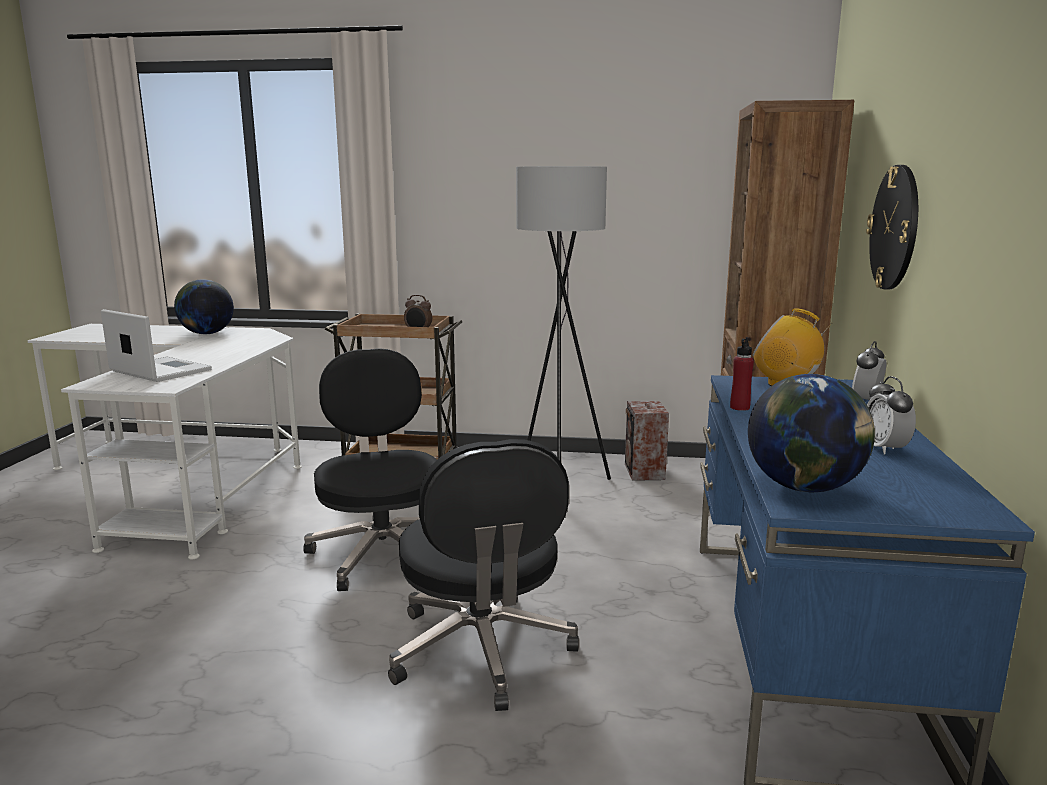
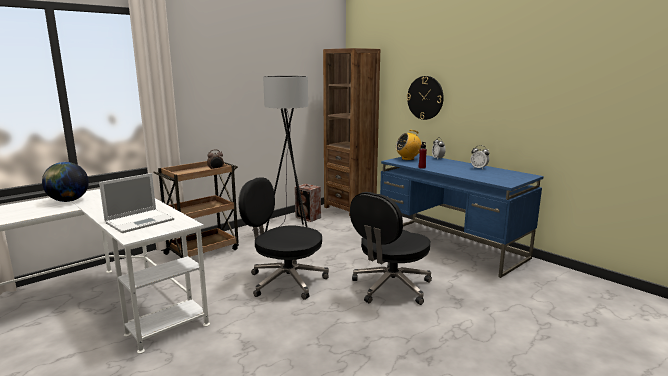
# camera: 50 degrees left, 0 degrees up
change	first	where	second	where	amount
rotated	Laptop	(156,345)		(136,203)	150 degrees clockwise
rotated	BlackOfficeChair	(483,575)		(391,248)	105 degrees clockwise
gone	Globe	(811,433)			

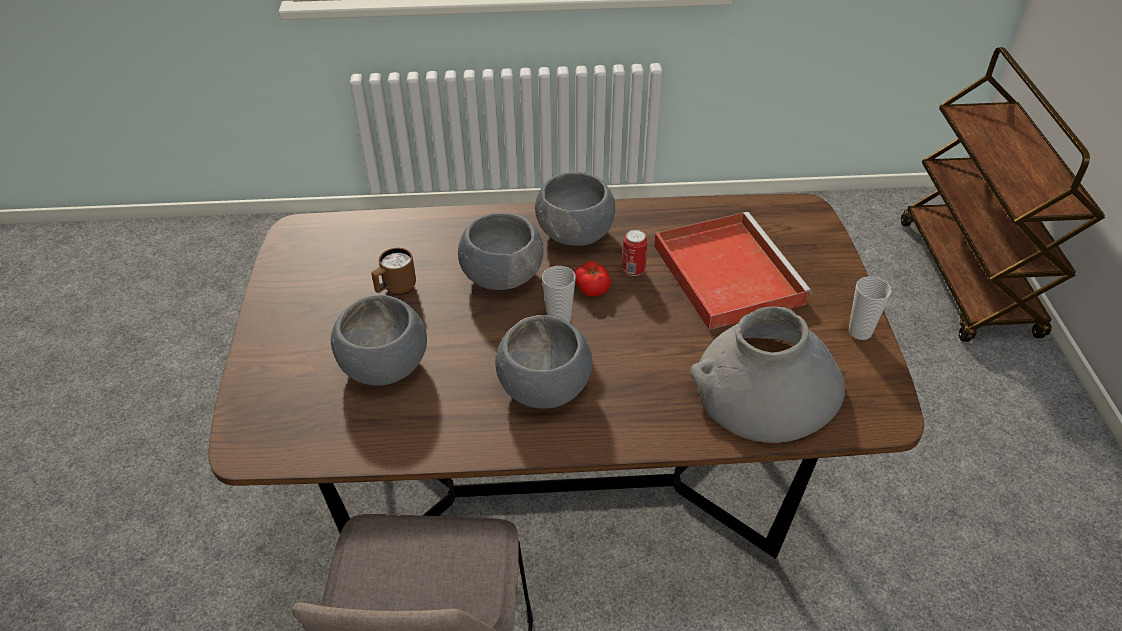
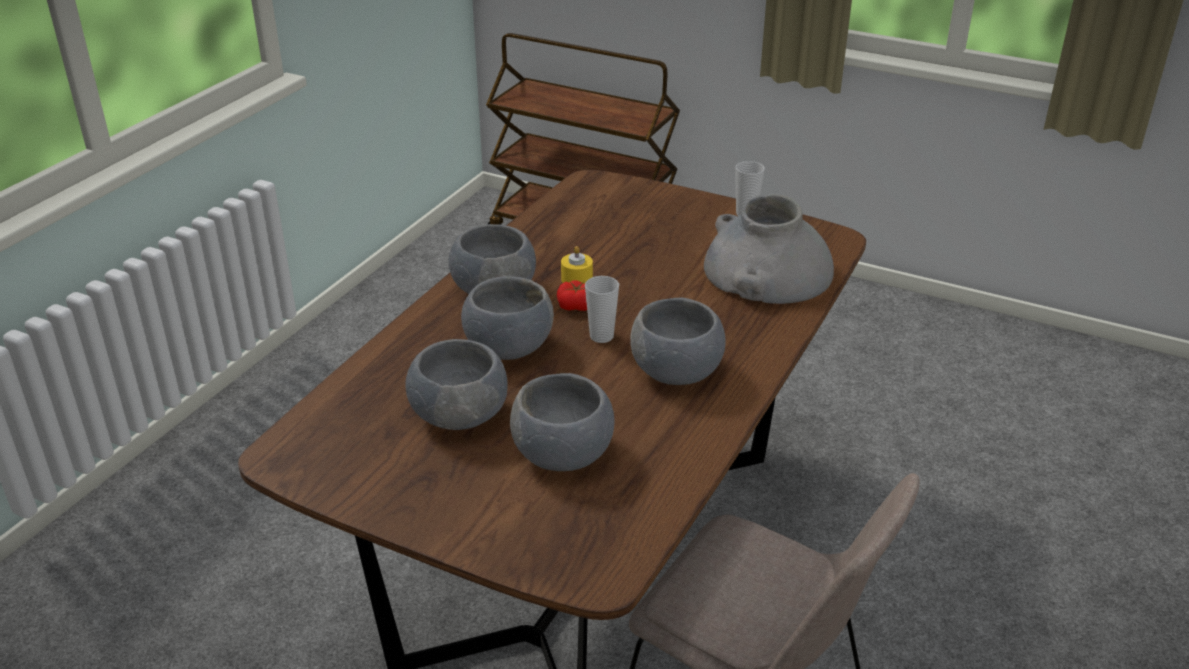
# camera: 60 degrees left, 10 degrees down
change	first	where	second	where	amount
swapped	BrownMug	(393,271)	GreyBowl	(456,384)	
swapped	Can	(635,252)	YellowCandle	(577,265)	
gone	RedTray	(733,271)			

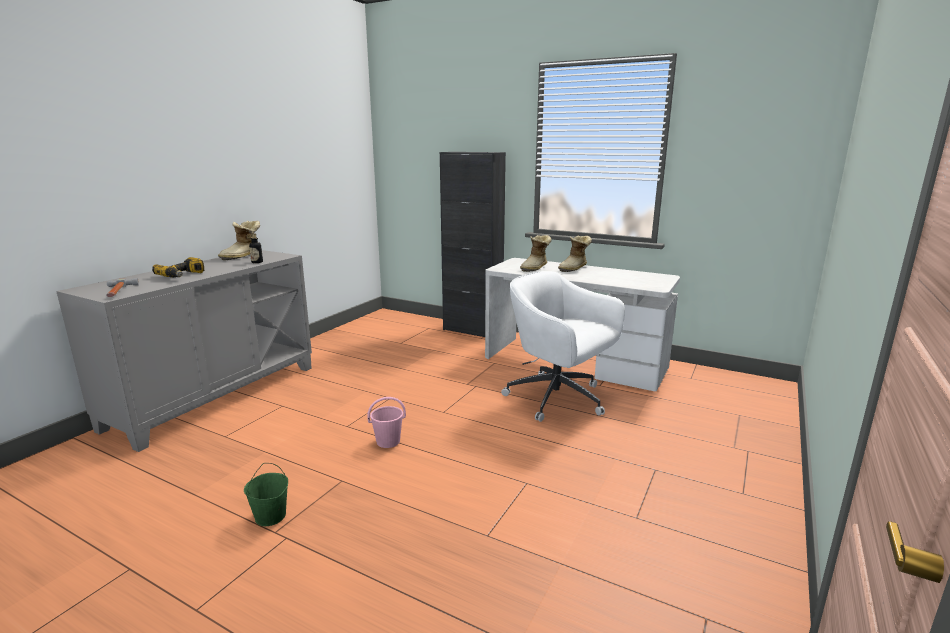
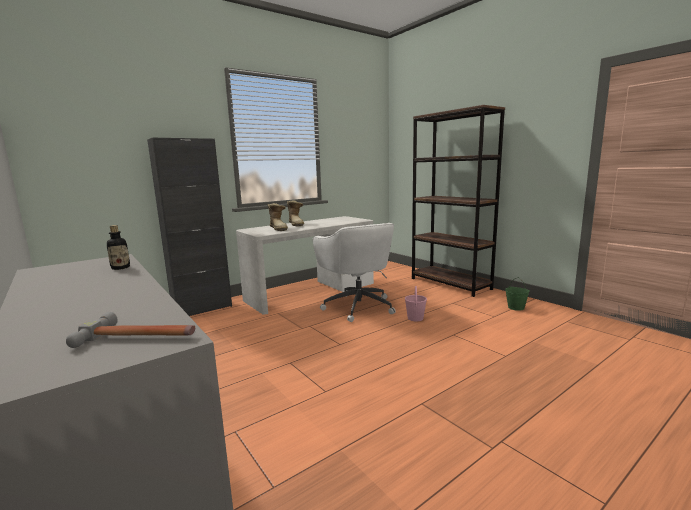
# camera: 65 degrees left, 5 degrees down
change	first	where	second	where	amount
rotated	WhiteOfficeChair	(563,346)		(354,272)	90 degrees counterclockwise
shifted	PinkBucket	(386,422)		(416,303)	
new			BrownBookcase	(458,201)	
shifted	GreenBucket	(266,494)		(517,294)	
gone	PowerDrill	(178,267)			
gone	Boot	(239,240)			

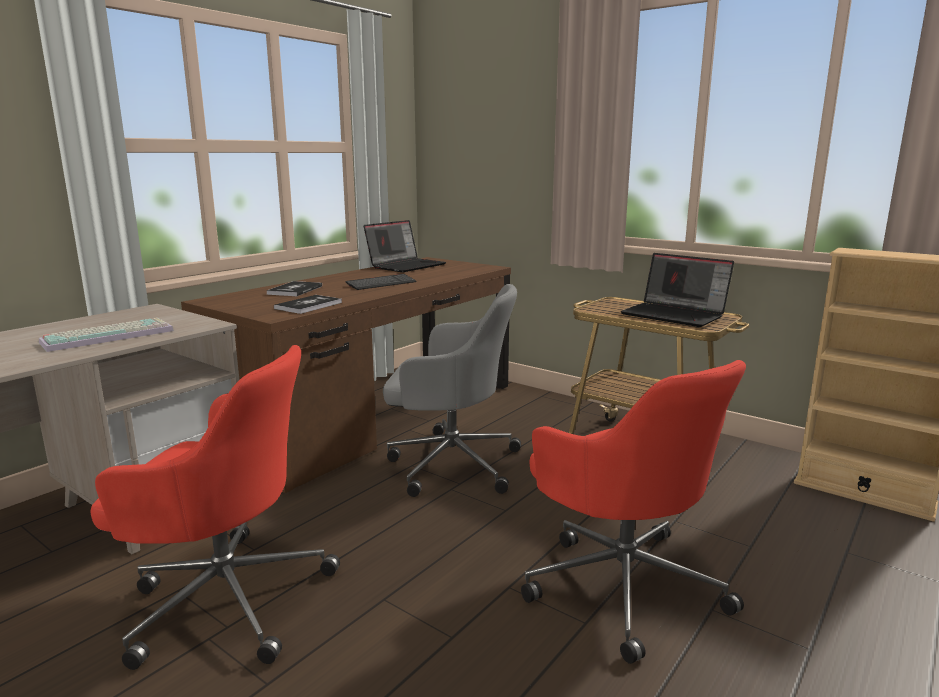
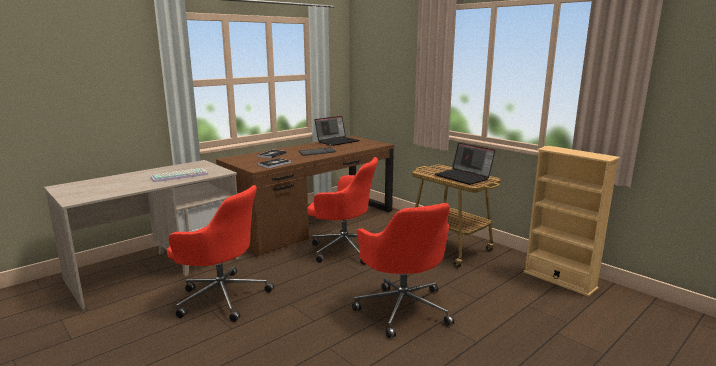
# camera: 10 degrees right, 0 degrees up
change	first	where	second	where	amount
repainted	GreyOfficeChair	(452,390)	RedOfficeChair	(342,211)	

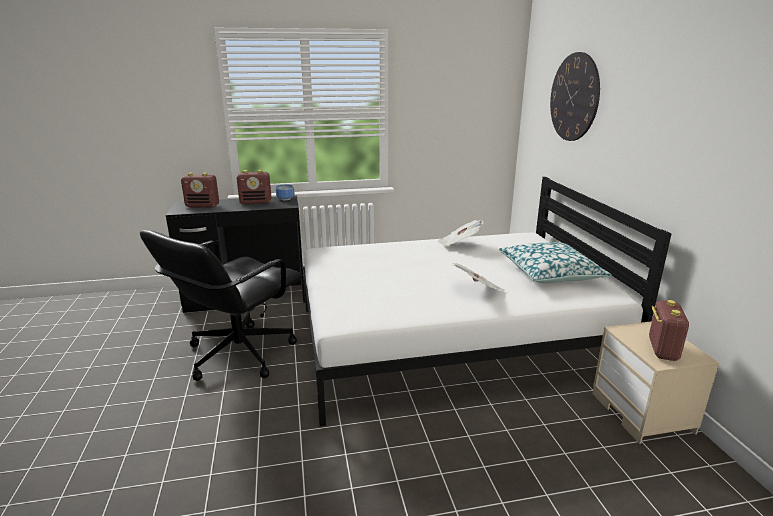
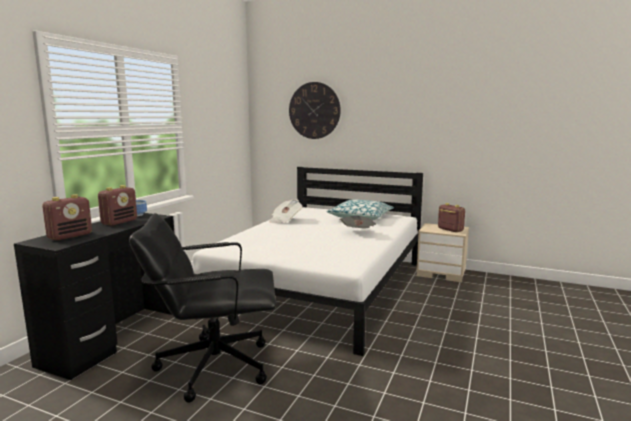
# camera: 55 degrees left, 10 degrees down
change	first	where	second	where	amount
rotated	BlackOfficeChair	(221,305)		(202,308)	105 degrees clockwise

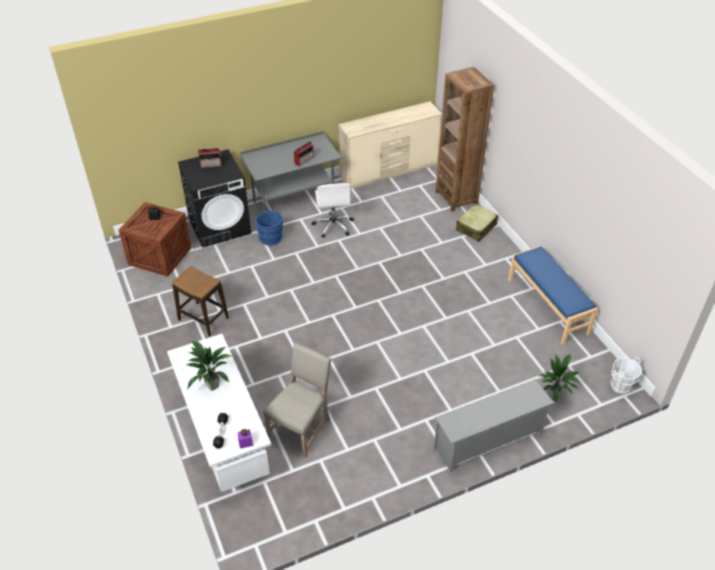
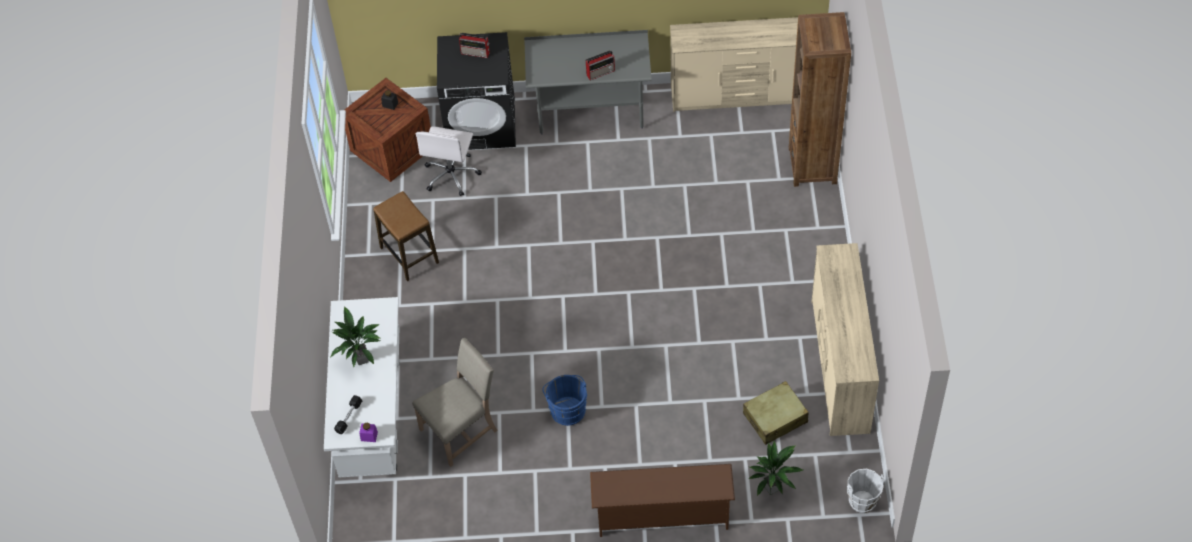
# camera: 25 degrees right, 10 degrees up
change	first	where	second	where	amount
shifted	WhiteOfficeChair	(332,210)		(449,161)	
shifted	BlueBucket	(267,228)		(564,400)	
repainted	GreyShoeRack	(494,425)	BrownShoeRack	(662,500)	
shifted	BeigeSuitcase	(477,223)		(776,413)	
swapped	BlueBench	(553,295)	BeigeDresser	(845,339)	

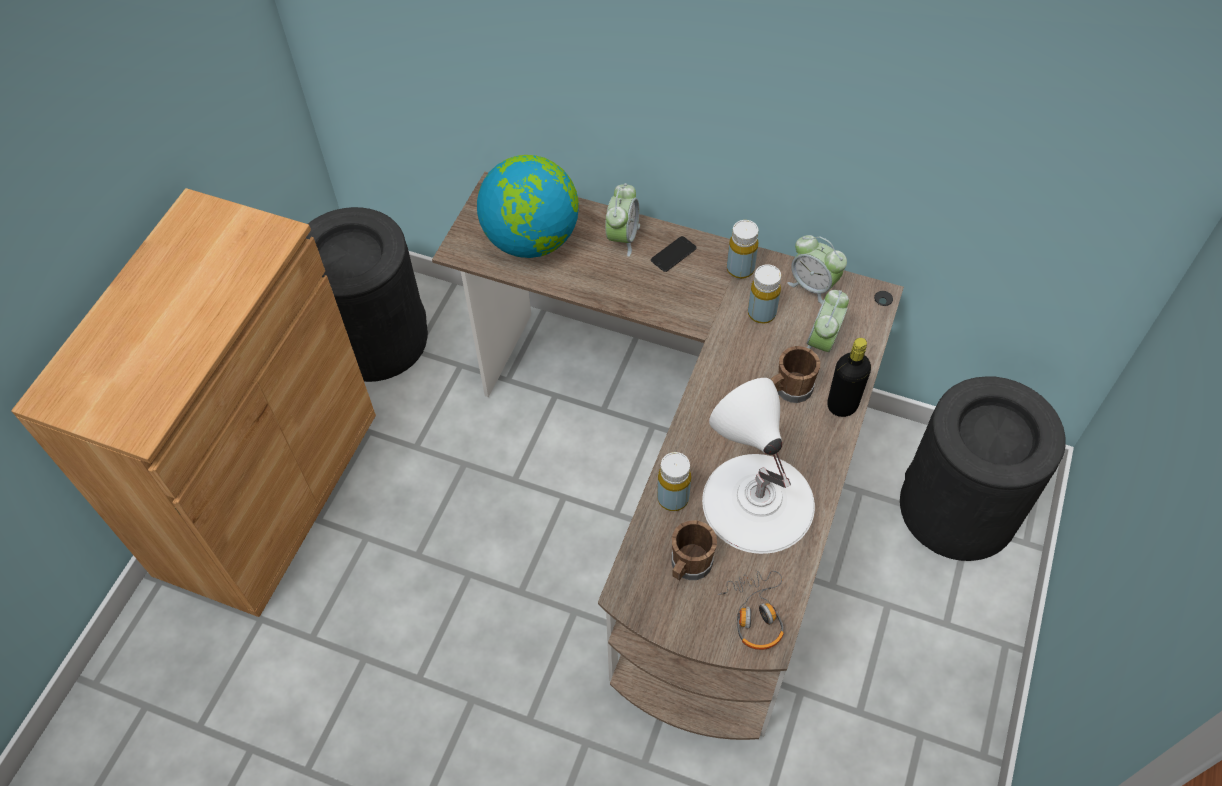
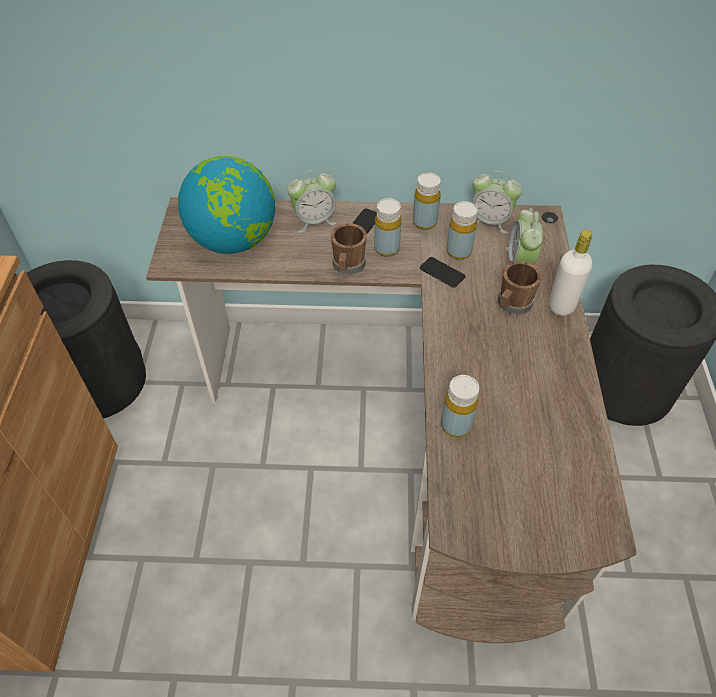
# camera: 20 degrees left, 5 degrees down
change	first	where	second	where	amount
rotated	AlarmClock	(622,220)		(312,201)	75 degrees clockwise
shifted	BrownMug	(694,550)		(349,249)	
new			YellowBottle	(388,227)	
new			Phone	(443,272)	
repainted	BlackBottle	(849,377)	WhiteBottle	(570,273)	
gone	WhiteTableLamp	(758,466)			
gone	Headphones	(751,610)			

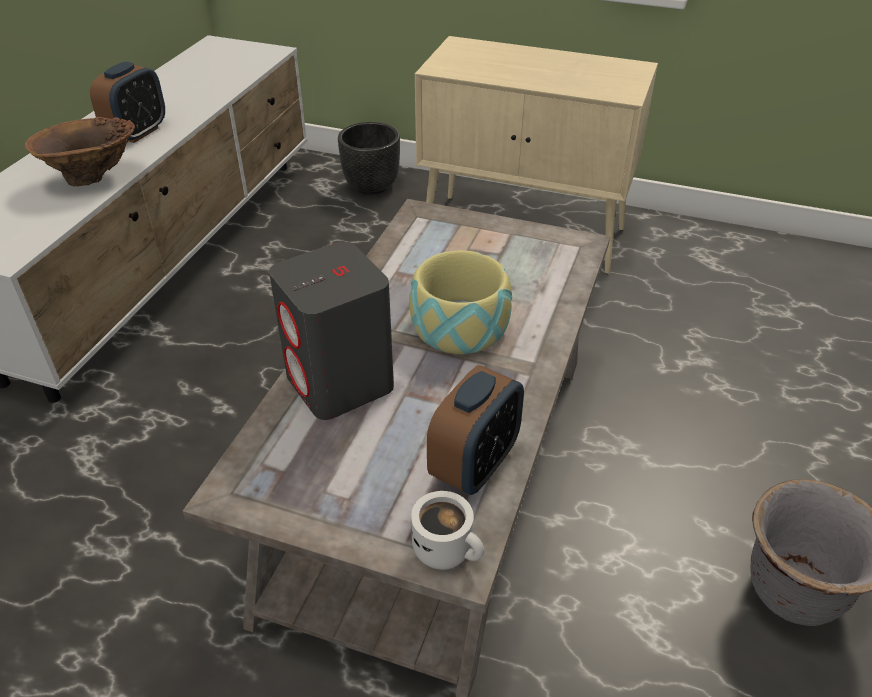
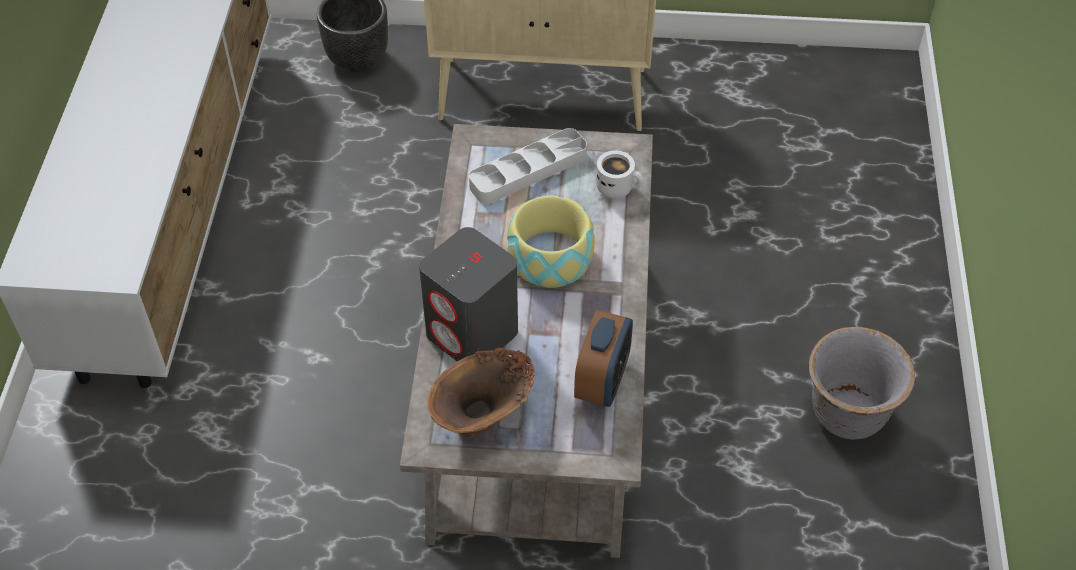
# camera: 15 degrees left, 10 degrees up
change	first	where	second	where	amount
shifted	BrownVase	(80,151)		(481,393)	
new			GreyTray	(528,166)	
shifted	WhiteMug	(447,530)		(620,174)	
gone	AlarmClock	(127,102)			

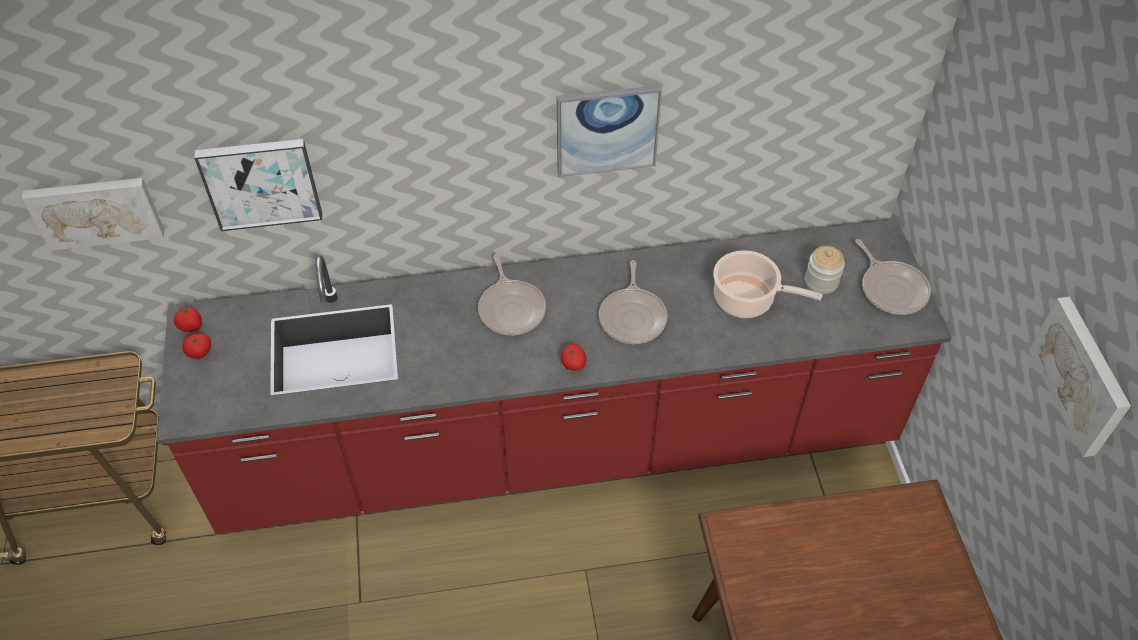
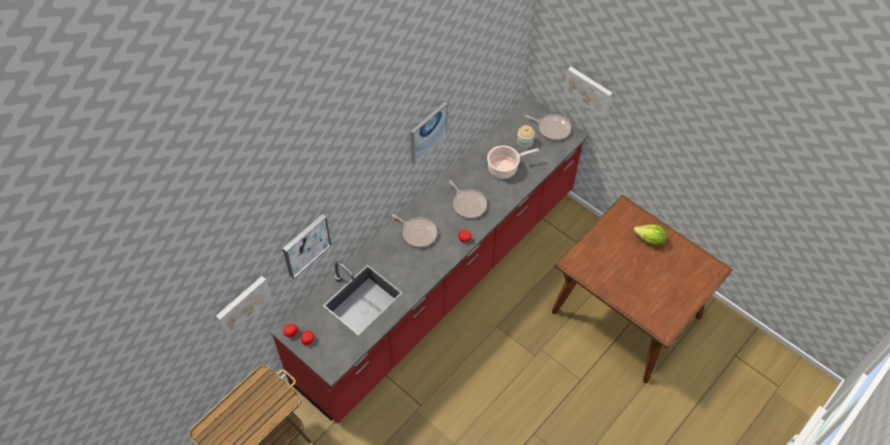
# camera: 40 degrees left, 5 degrees up
change	first	where	second	where	amount
shifted	Picture	(1080,377)		(588,92)	
new			Lettuce	(650,235)	

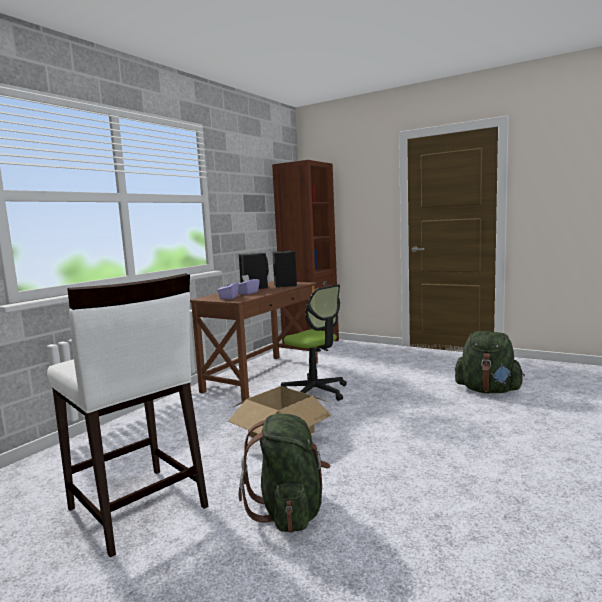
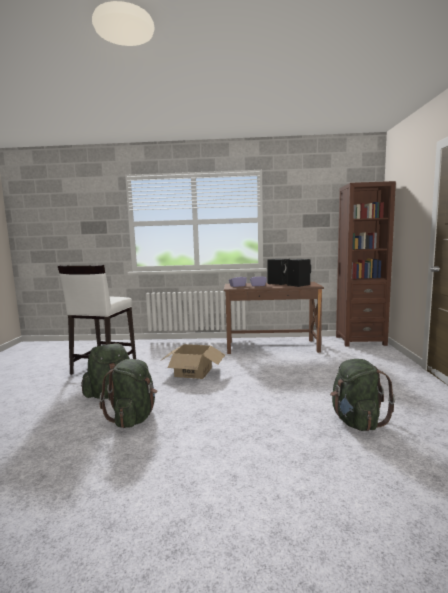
# camera: 60 degrees right, 0 degrees up
change	first	where	second	where	amount
new			GreenBackpack	(128,393)	
gone	OfficeChair	(314,342)			

